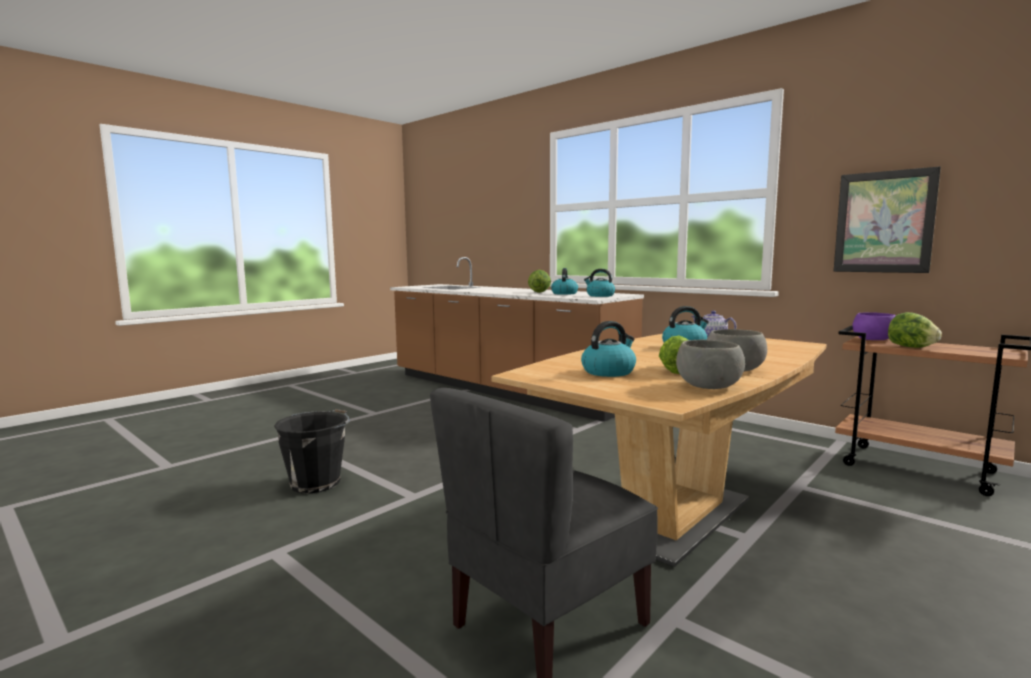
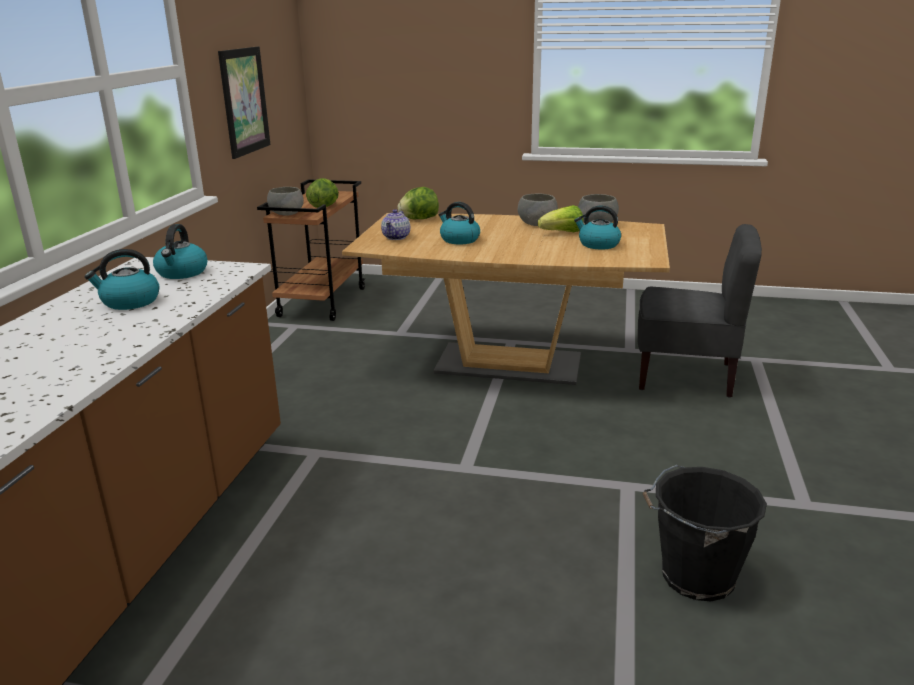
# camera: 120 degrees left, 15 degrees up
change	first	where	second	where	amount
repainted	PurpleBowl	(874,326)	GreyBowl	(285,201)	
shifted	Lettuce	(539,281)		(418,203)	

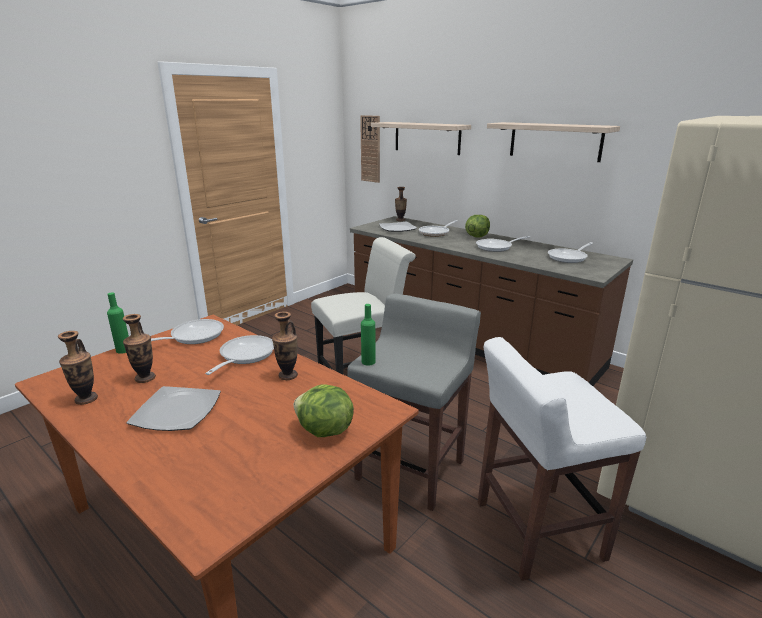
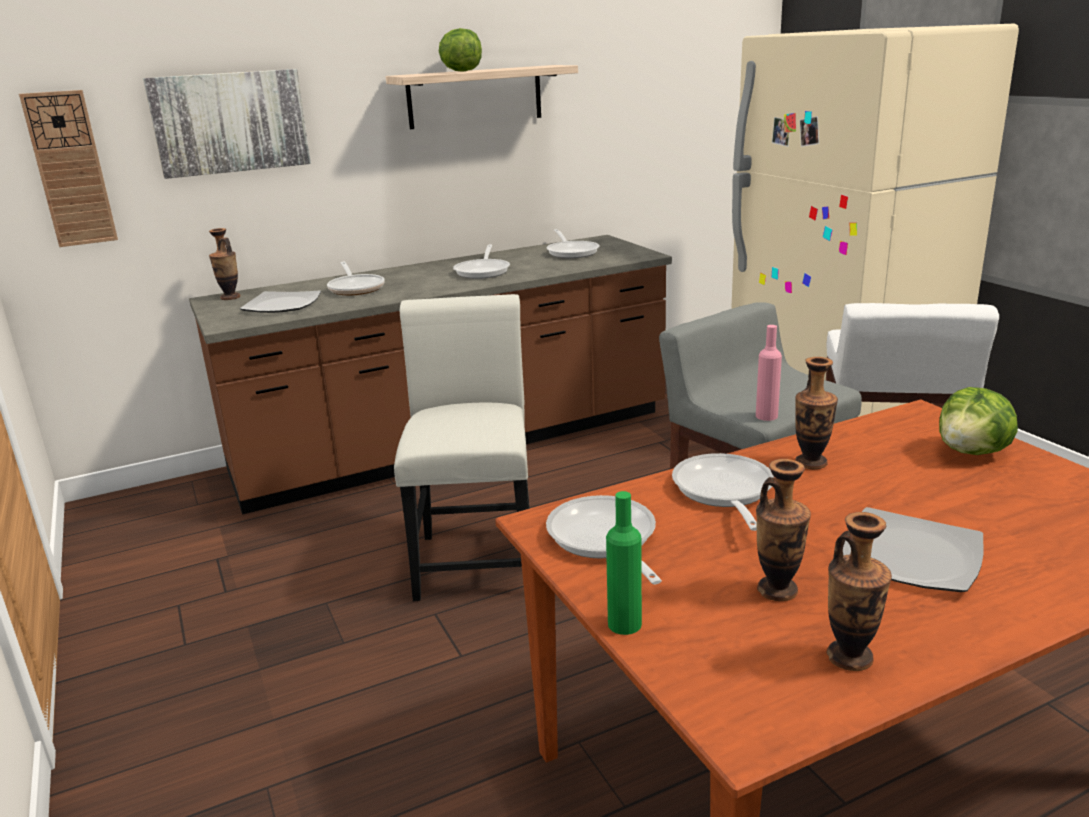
# camera: 65 degrees left, 0 degrees up
change	first	where	second	where	amount
swapped	Shelf	(421,138)	Picture	(227,124)	
shifted	Lettuce	(477,226)		(460,50)	
rotated	FryingPan	(239,355)		(723,492)	45 degrees clockwise
repainted	GreenBottle	(368,334)	PinkBottle	(769,373)	

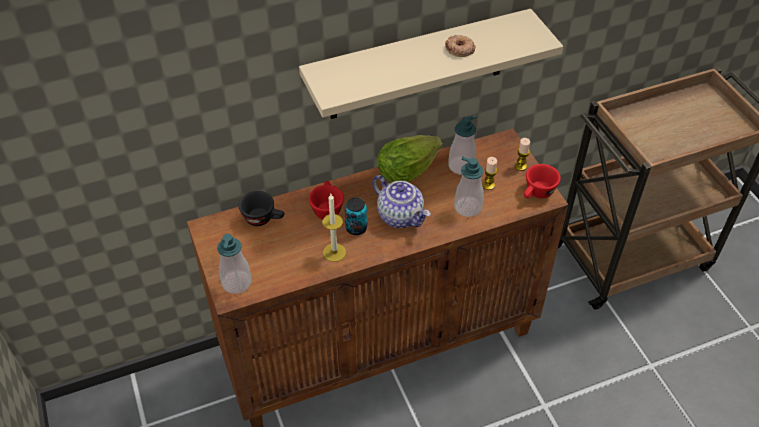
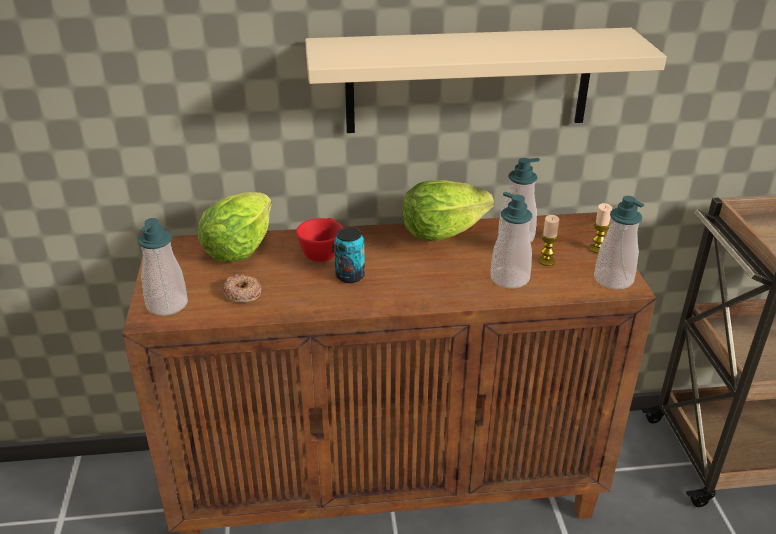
# camera: 15 degrees right, 15 degrees down
change	first	where	second	where	amount
swapped	BlackCup	(261,208)	Lettuce	(234,227)	
shifted	Donut	(460,46)		(242,288)	
swapped	RedCup	(542,181)	SoapDispenser	(619,243)	
gone	Candle	(334,228)			
gone	Teapot	(401,201)			

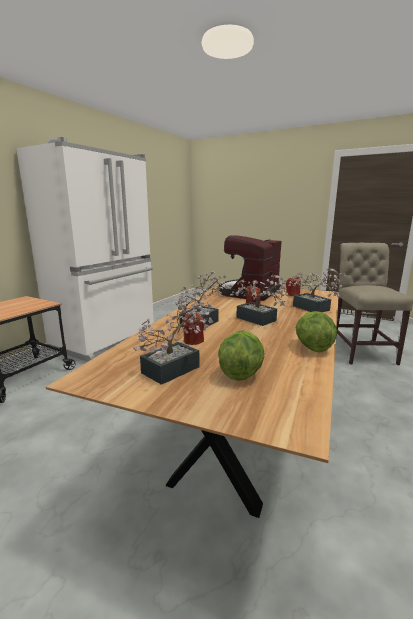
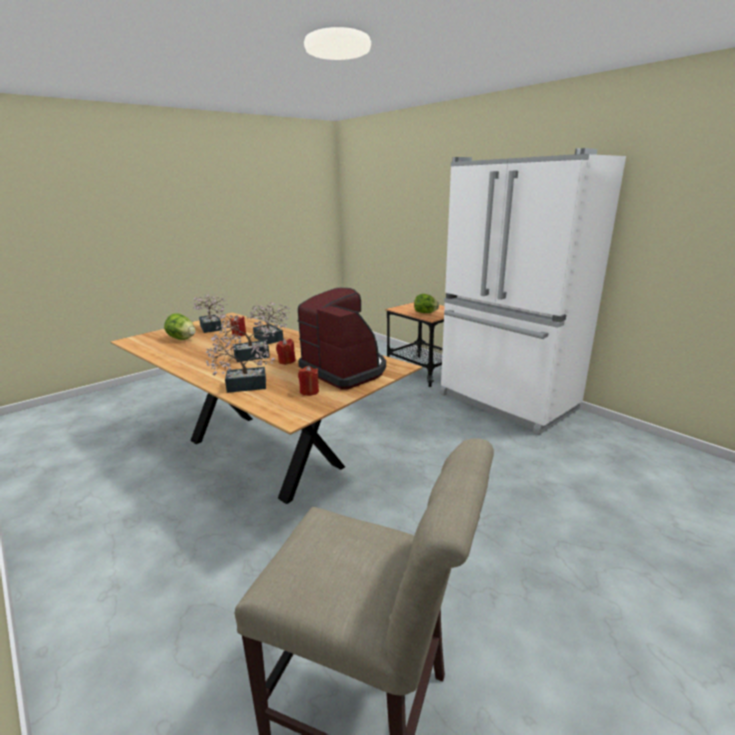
# camera: 110 degrees right, 5 degrees up
change	first	where	second	where	amount
shifted	Lettuce	(316,332)		(426,303)	

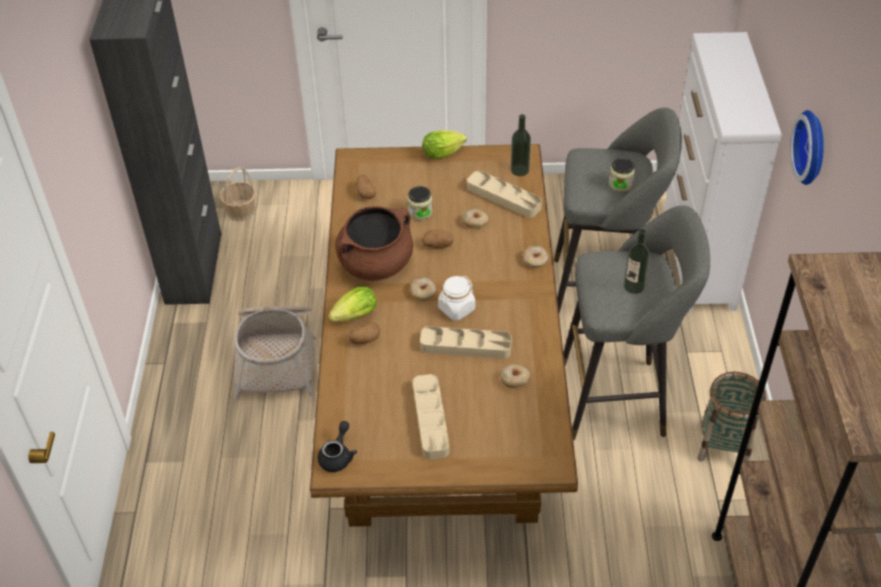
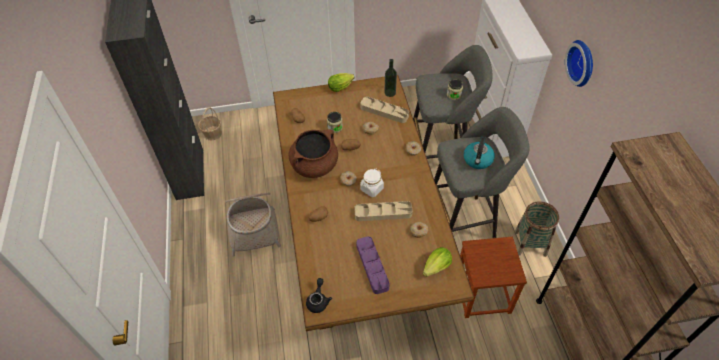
# camera: 10 degrees left, 5 degrees up
change	first	where	second	where	amount
repainted	BeigeTray	(431,416)	PurpleTray	(373,265)	
shifted	Lettuce	(353,304)		(437,262)	
new			BrownStool	(493,277)	
swapped	Bottle	(637,261)	Kettle	(479,152)	

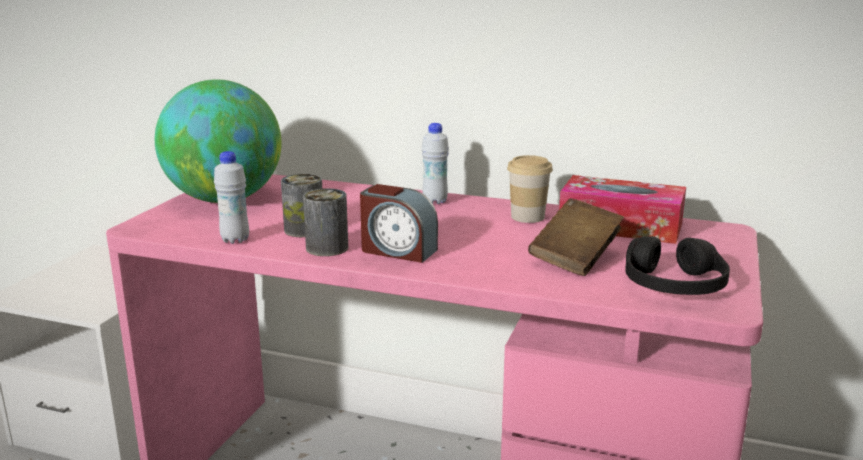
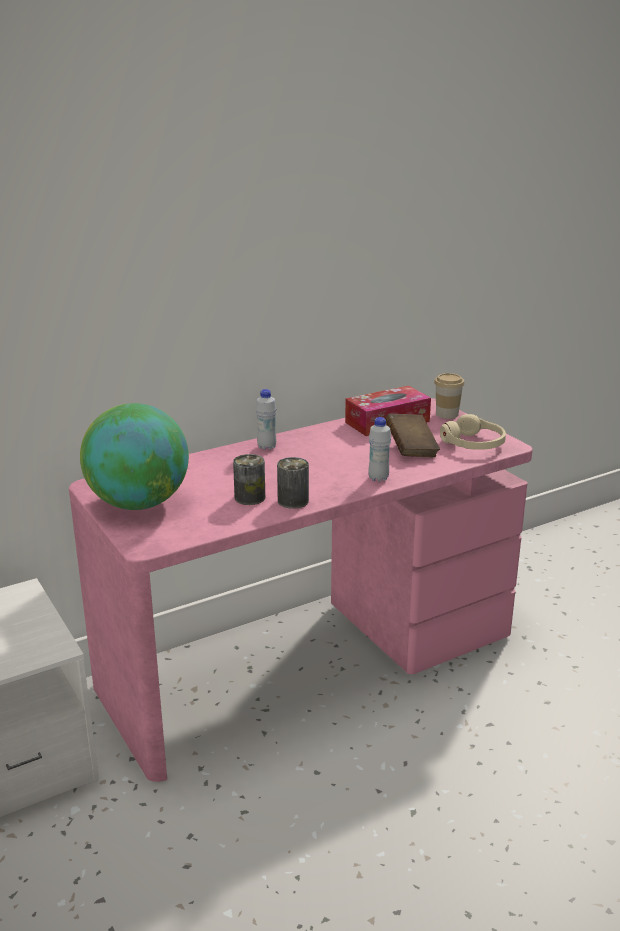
# camera: 50 degrees left, 5 degrees up
change	first	where	second	where	amount
shifted	WhiteBottle	(231,197)		(379,449)	
shifted	Cup	(530,189)		(449,396)	
repainted	BlackHeadphones	(677,265)	BeigeHeadphones	(473,432)	
gone	AlarmClock	(399,223)			

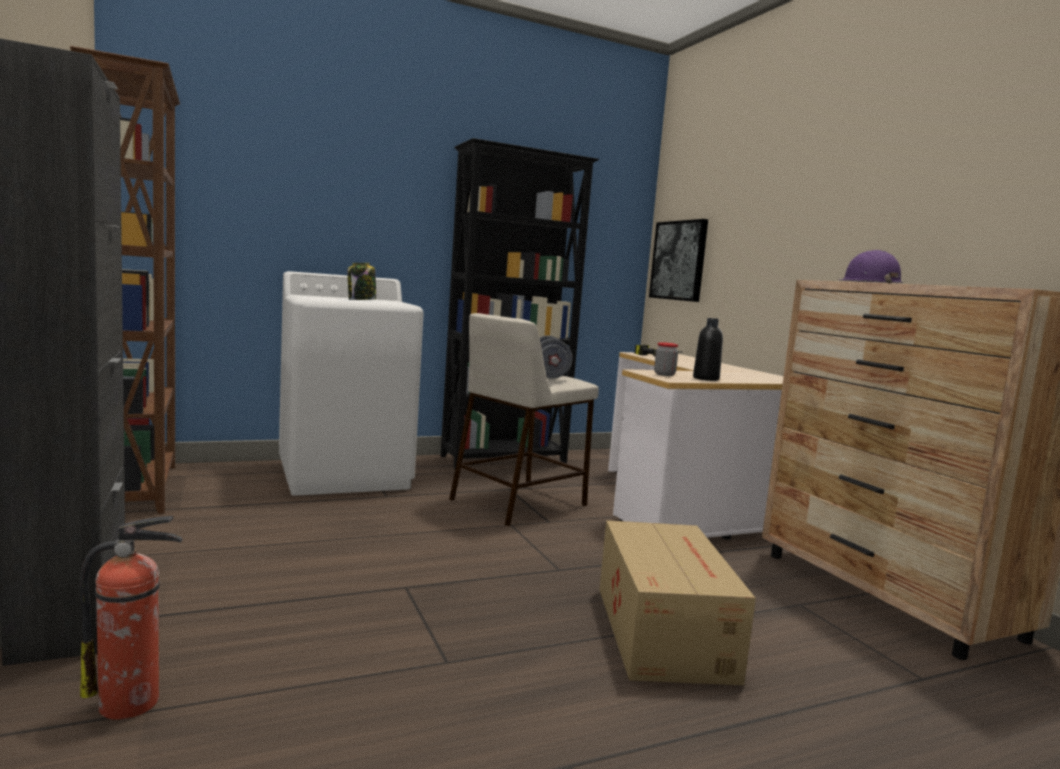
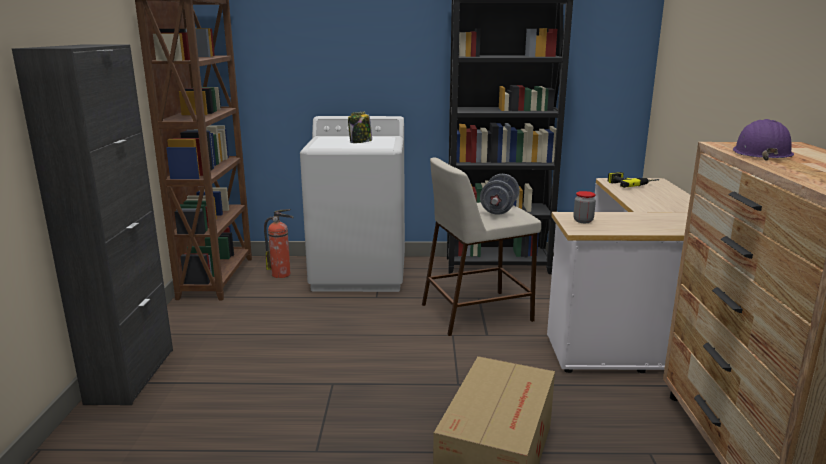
# camera: 25 degrees right, 10 degrees up
change	first	where	second	where	amount
shifted	FireExtinguisher	(131,617)		(279,243)	
gone	Picture	(678,260)			
gone	BlackBottle	(708,349)			

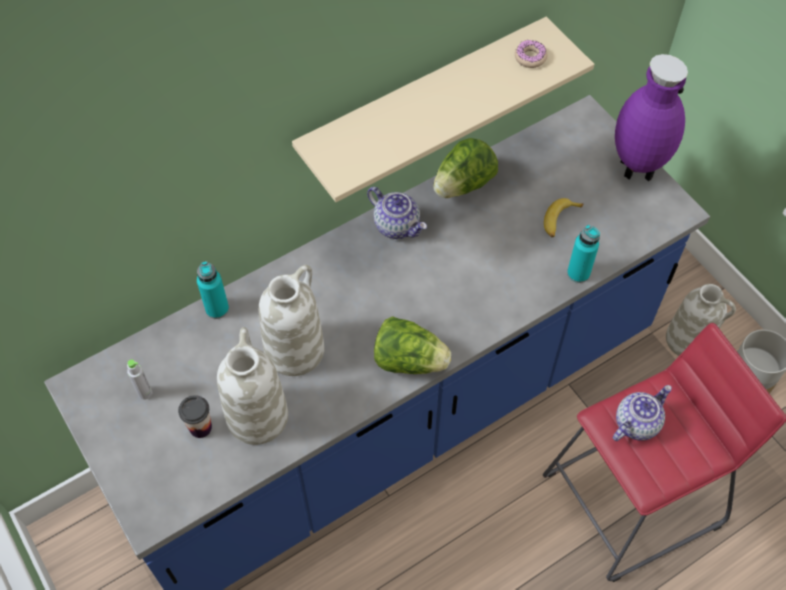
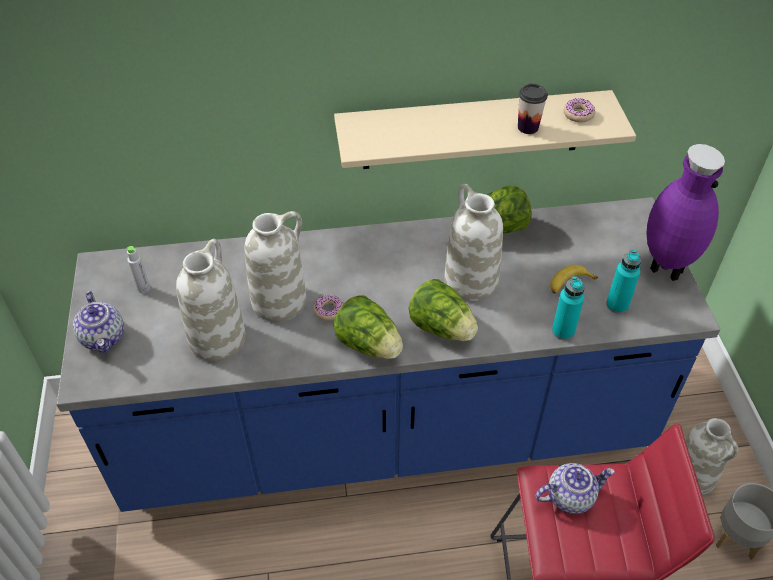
# camera: 25 degrees right, 10 degrees down
change	first	where	second	where	amount
shifted	Teapot	(397,213)		(98,322)	
new			Donut	(328,308)	
new			Lettuce	(443,310)	
new			WhiteVase	(473,242)	
shifted	Cup	(195,416)		(533,109)	
shifted	TurquoiseBottle	(213,290)		(623,282)	

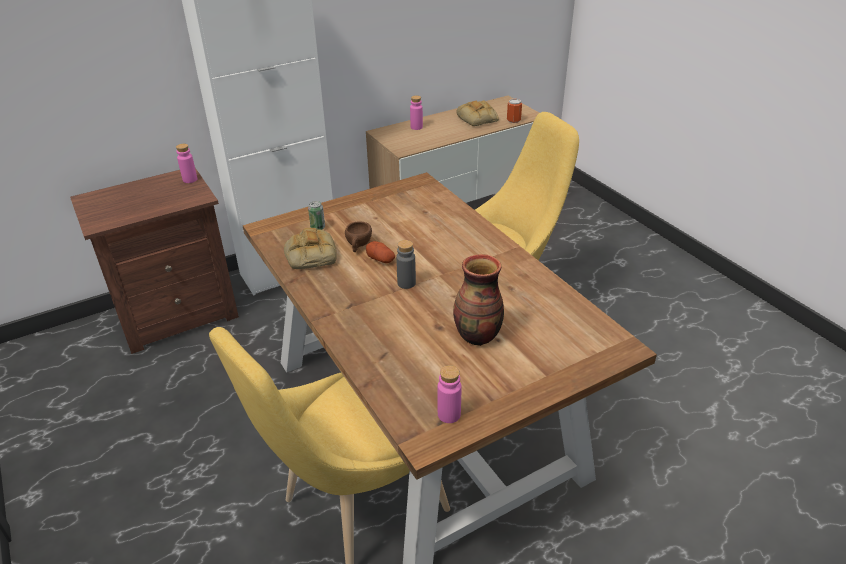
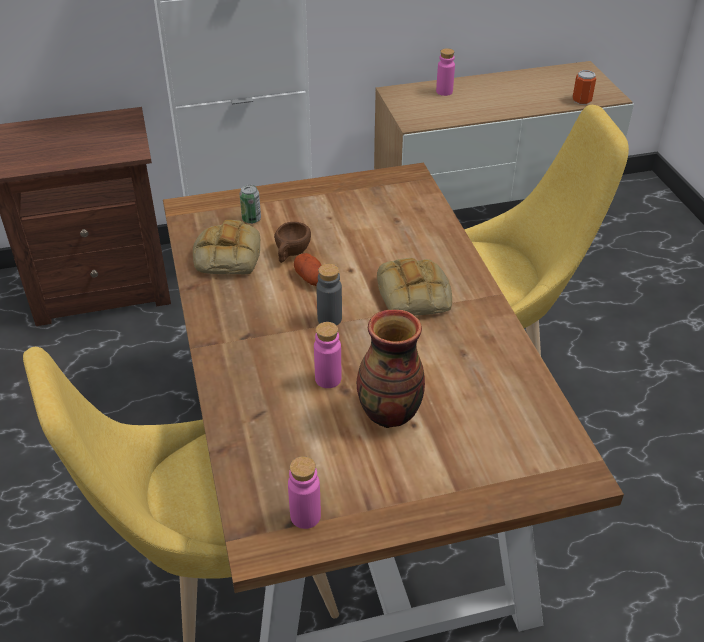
# camera: 15 degrees right, 5 degrees up
change	first	where	second	where	amount
shifted	PinkBottle	(186,163)		(327,355)	
shifted	Bread	(477,113)		(414,287)	

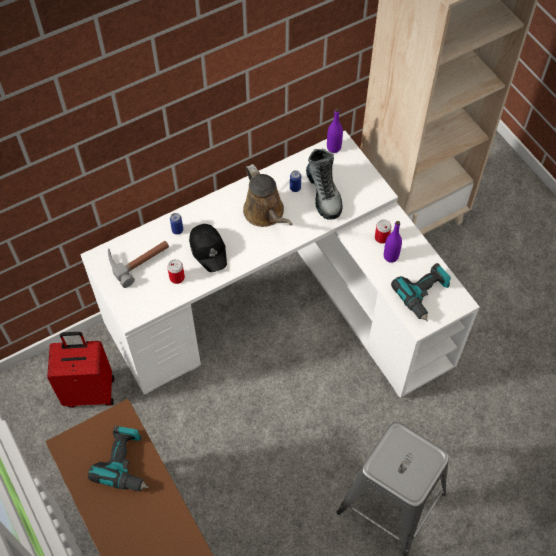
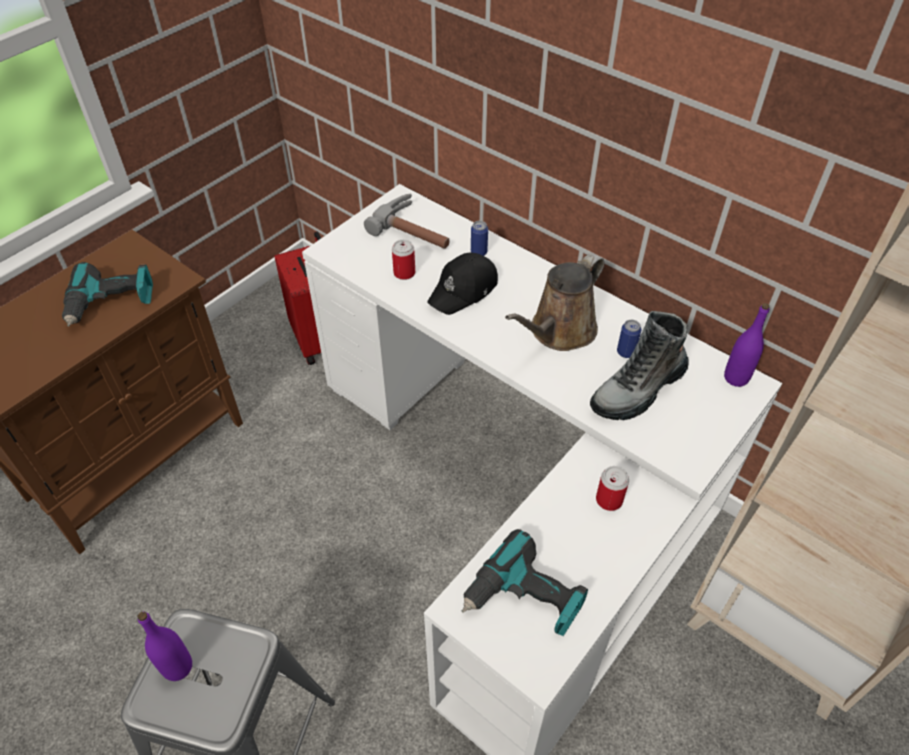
# camera: 70 degrees right, 10 degrees down
change	first	where	second	where	amount
shifted	PurpleBottle	(393,242)		(165,646)	

